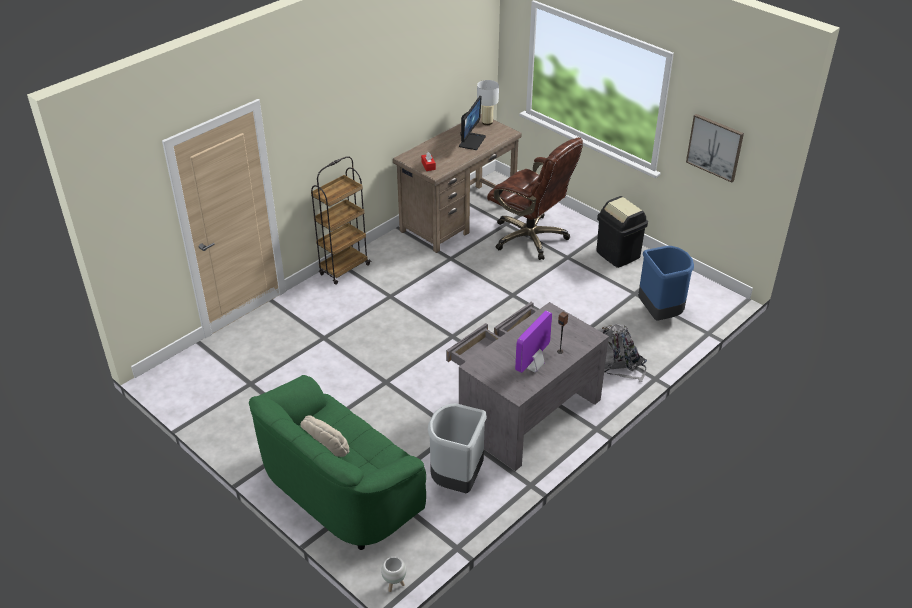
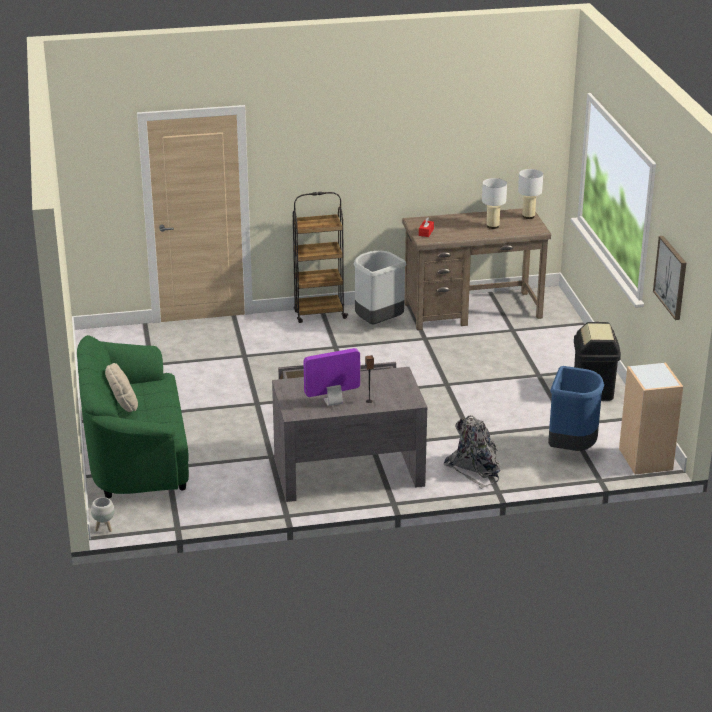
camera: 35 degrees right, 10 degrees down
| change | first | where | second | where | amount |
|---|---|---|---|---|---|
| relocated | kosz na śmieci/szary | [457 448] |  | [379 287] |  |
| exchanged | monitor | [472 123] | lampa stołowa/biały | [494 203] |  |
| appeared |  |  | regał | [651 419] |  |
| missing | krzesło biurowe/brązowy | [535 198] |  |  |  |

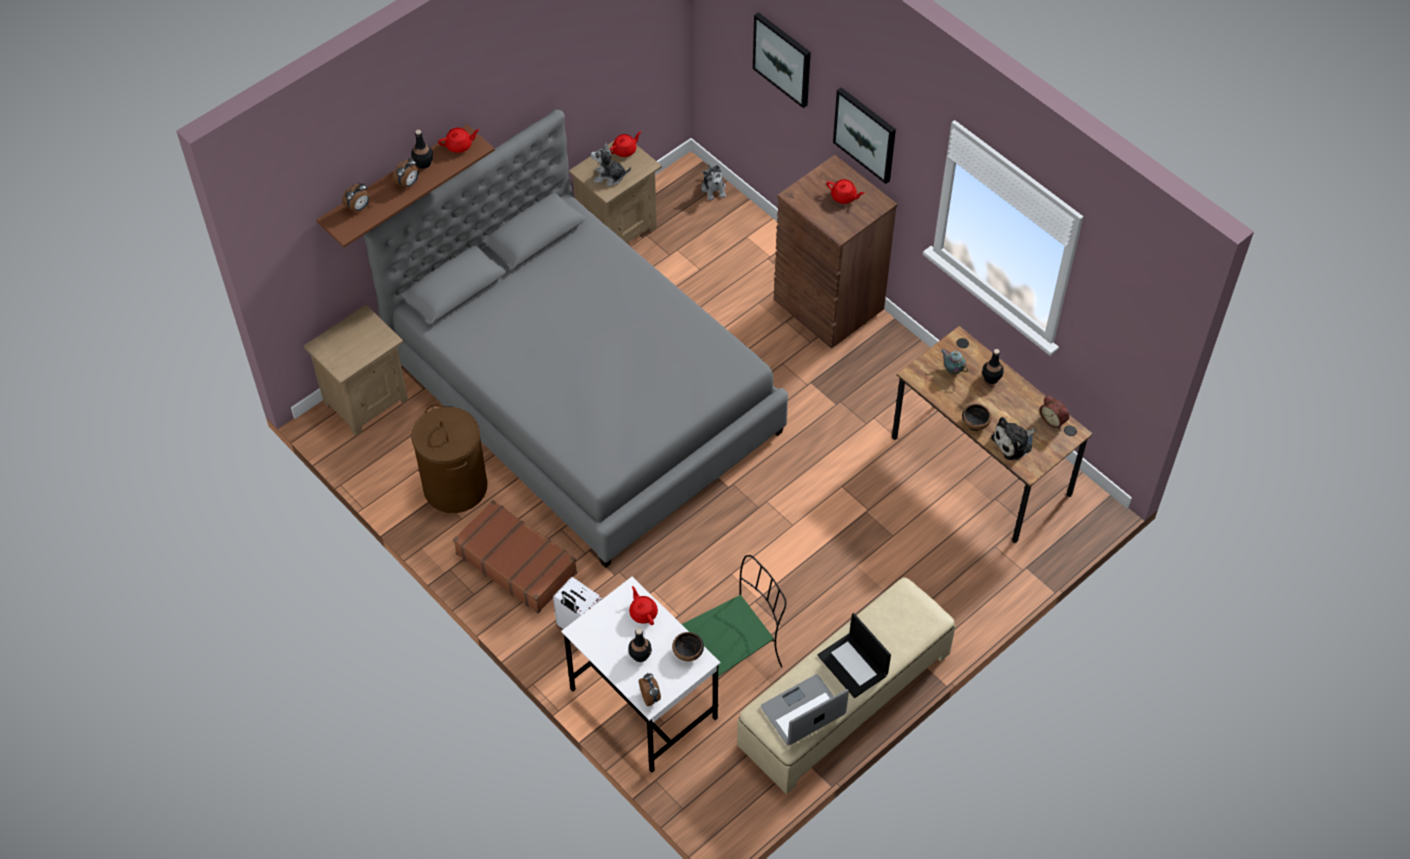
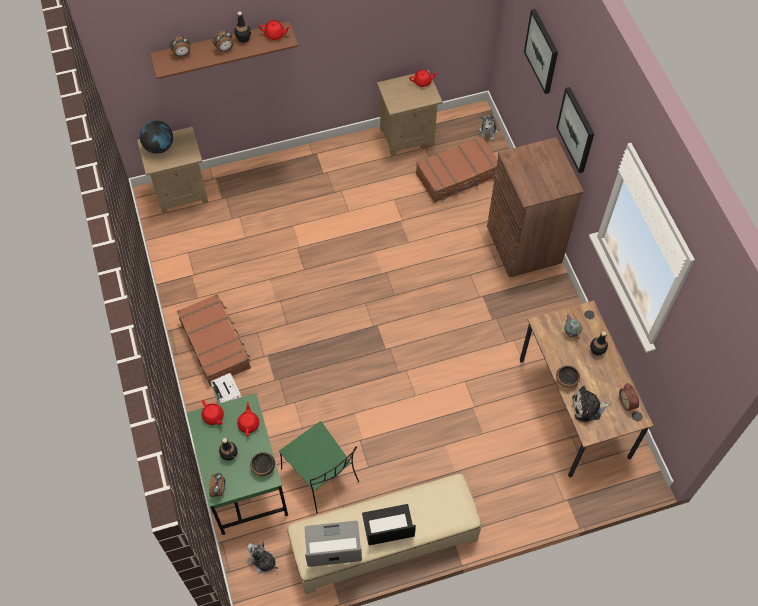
camera: 25 degrees right, 5 degrees up
| change | first | where | second | where | amount |
|---|---|---|---|---|---|
| appeared |  |  | globus | [156 137] |  |
| colour | biurko/biały | [641 674] | biurko/zielony | [237 464] |  |
| relocated | imbryk/czerwony | [845 191] |  | [213 412] |  |
| relocated | pluszak | [611 164] |  | [262 557] |  |
| spun | krzesło/zielony | [734 616] |  | [319 467] | 60 degrees clockwise |
| spun | laptop | [854 655] |  | [389 524] | 90 degrees clockwise |
| appeared |  |  | walizka/brązowy | [457 169] |  |
| missing | łóżko/szary | [576 339] |  |  |  |
| missing | kosz na pranie/brązowy | [449 458] |  |  |  |

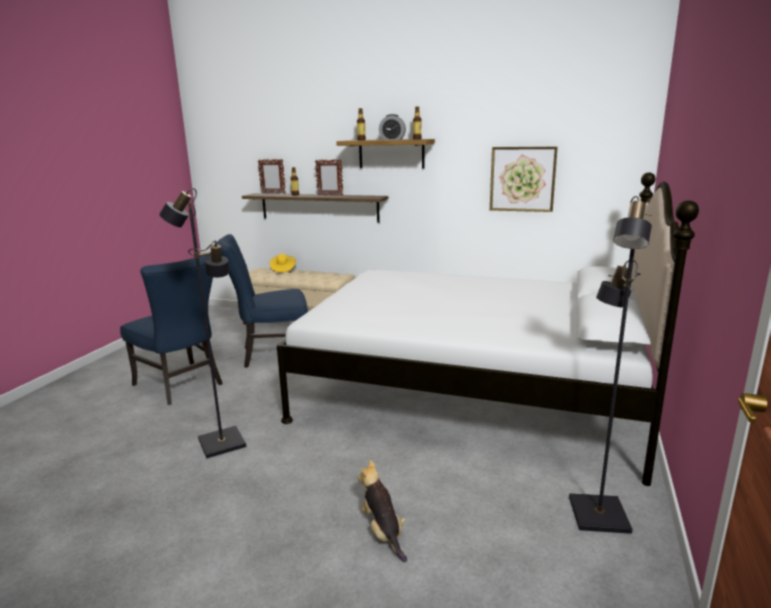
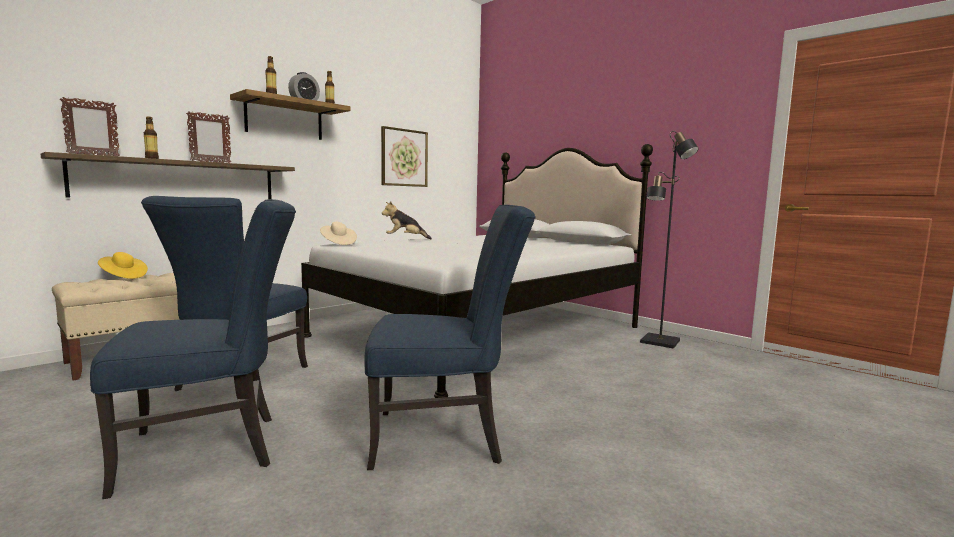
camera: 65 degrees left, 10 degrees down
| change | first | where | second | where | amount |
|---|---|---|---|---|---|
| appeared |  |  | kapelusz/beżowy | [338 233] |  |
| exchanged | lampa stojąca/czarny | [202 323] | krzesło/niebieski | [450 337] |  |
| relocated | pluszak | [382 511] |  | [407 220] |  |

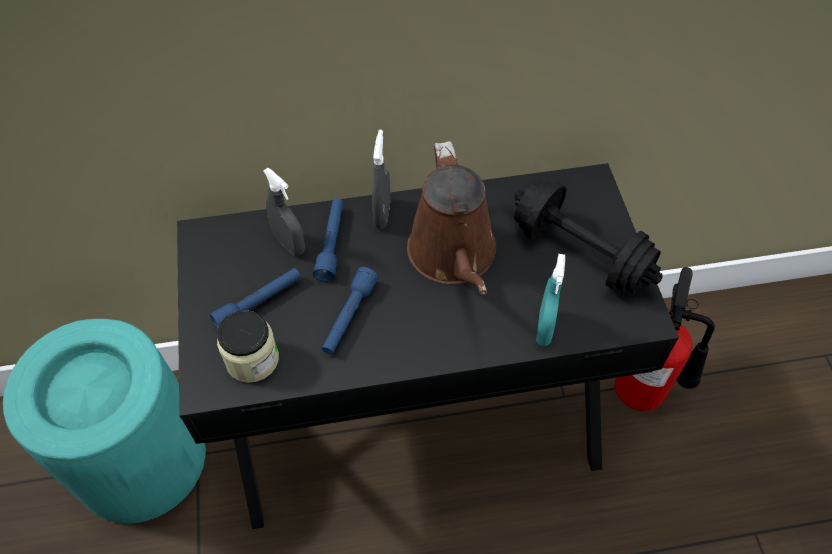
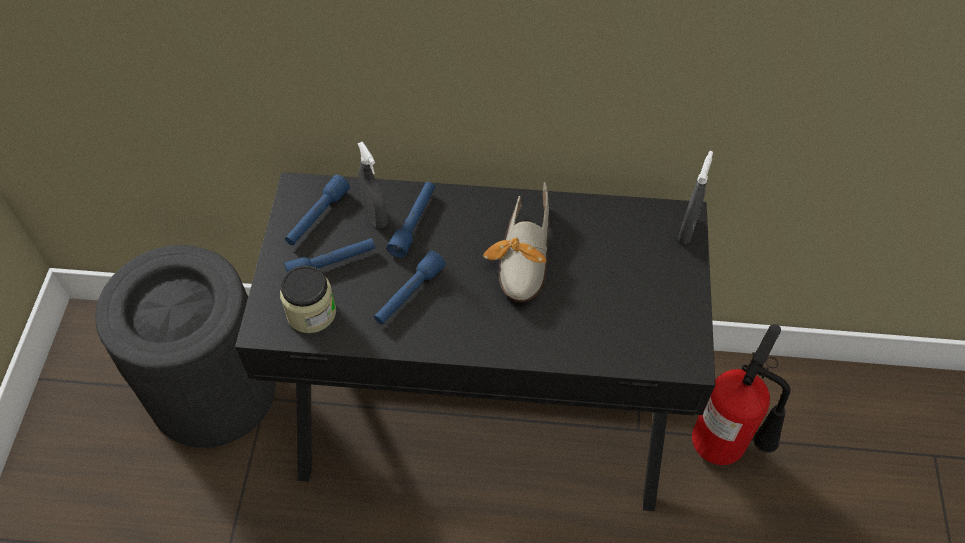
camera: 15 degrees right, 0 degrees up
| change | first | where | second | where | amount |
|---|---|---|---|---|---|
| colour | kosz na śmieci/turkusowy | [104 421] | kosz na śmieci/czarny | [186 346] |  |
| appeared |  |  | latarka/niebieski | [317 210] |  |
| exchanged | konewka/brązowy | [451 218] | but | [516 241] |  |
| relocated | spryskiwacz/szary | [381 179] |  | [695 197] |  |
| missing | hantel/czarny | [588 236] |  |  |  |
| missing | spryskiwacz/turkusowy | [550 300] |  |  |  |

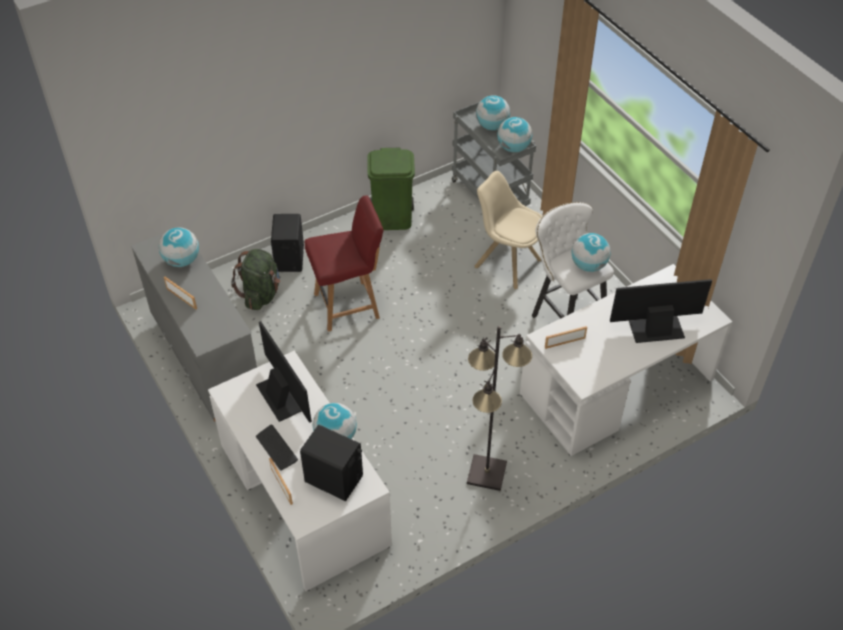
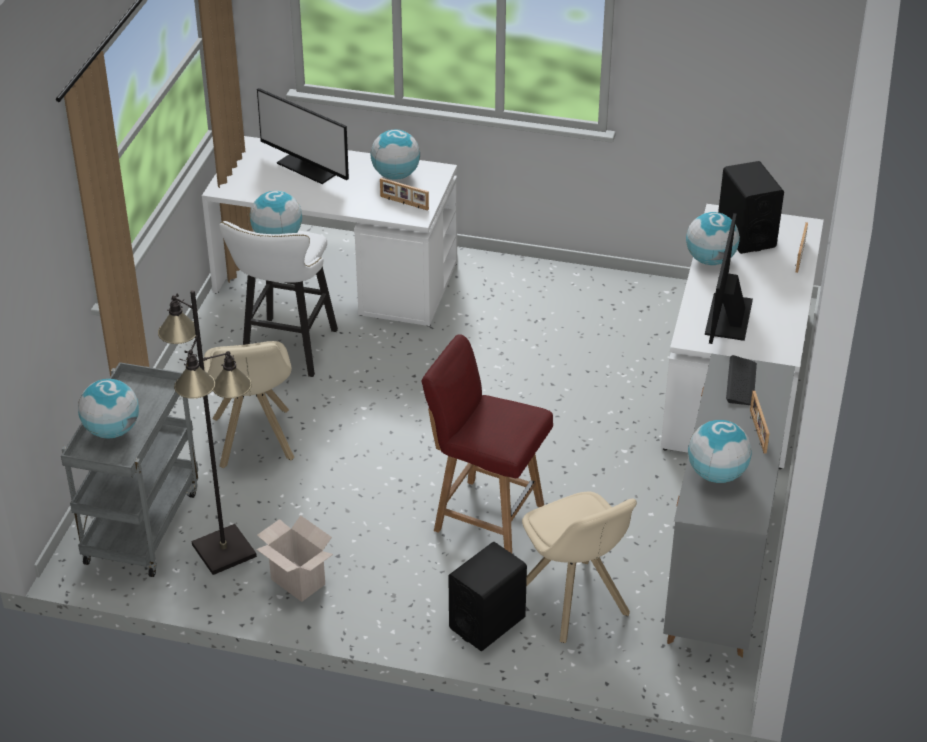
camera: 135 degrees left, 10 degrees down
| change | first | where | second | where | amount |
|---|---|---|---|---|---|
| relocated | lampa stojąca/czarny | [499 408] |  | [207 432] |  |
| exchanged | kosz na śmieci/zielony | [391 189] | karton | [294 558] |  |
| relocated | globus | [514 134] |  | [395 154] |  |
| exchanged | plecak/zielony | [255 279] | krzesło/beżowy | [579 567] |  |
| relocated | klawiatura | [277 448] |  | [741 380] |  |

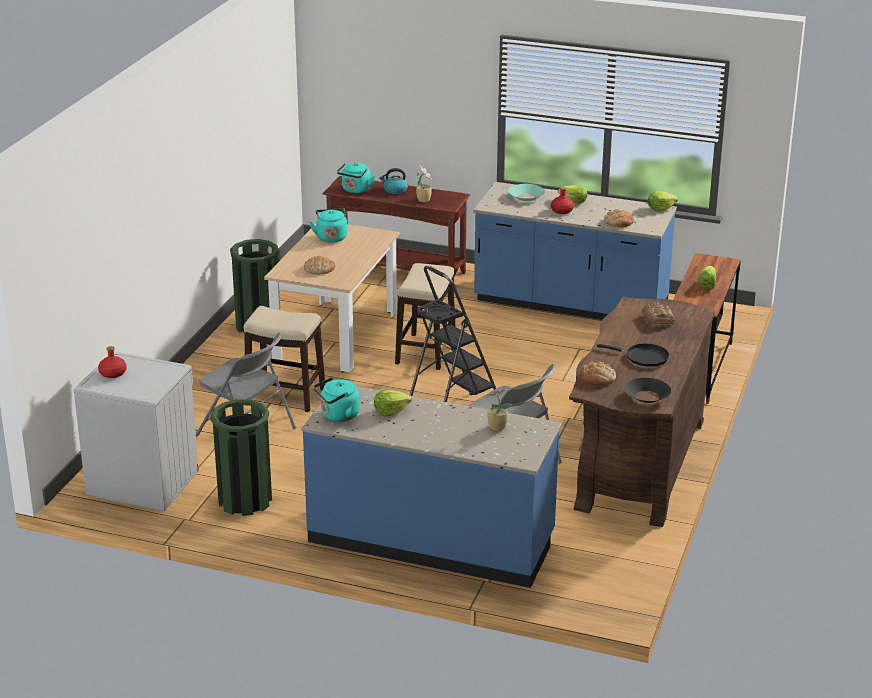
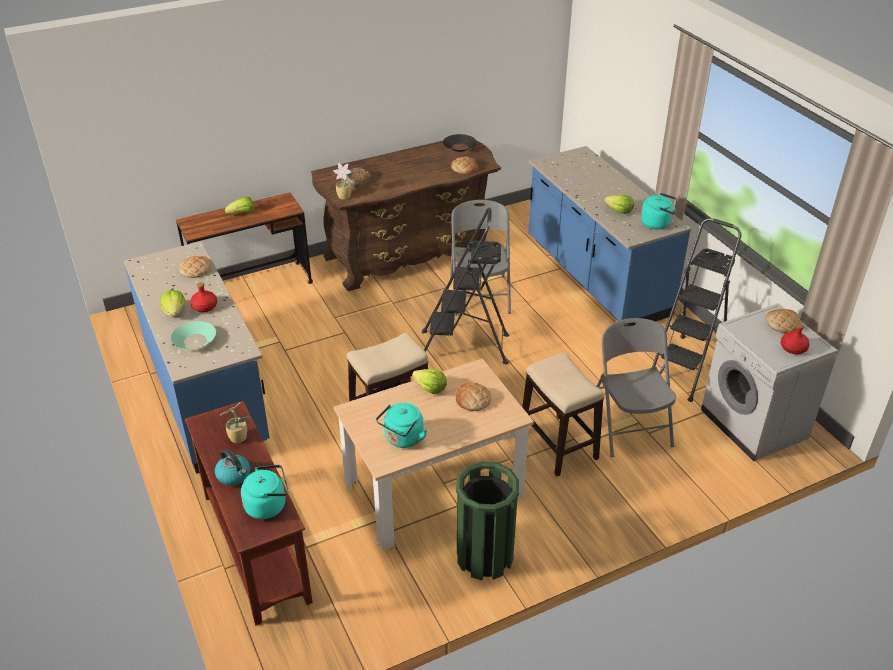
camera: 135 degrees left, 10 degrees up
| change | first | where | second | where | amount |
|---|---|---|---|---|---|
| relocated | roślina doniczkowa | [498 409] |  | [343 181] |  |
| relocated | sałata | [663 201] |  | [429 381] |  |
| exchanged | kosz na śmieci/zielony | [241 457] | drabinka | [697 310] |  |
| appeared |  |  | chleb | [783 321] |  |
| missing | patelnia/czarny | [633 355] |  |  |  |

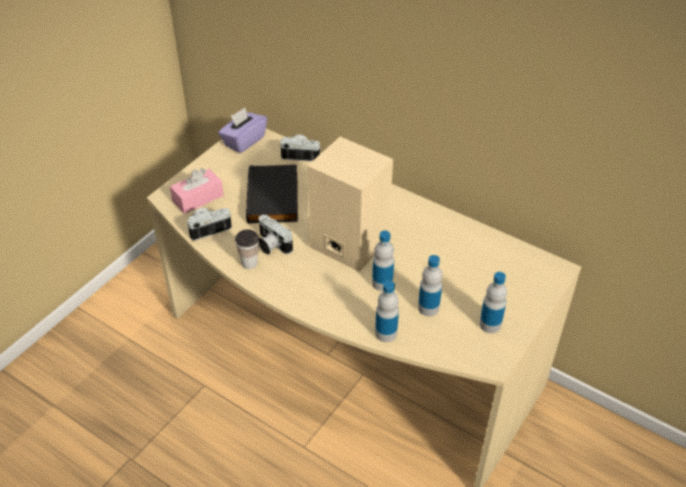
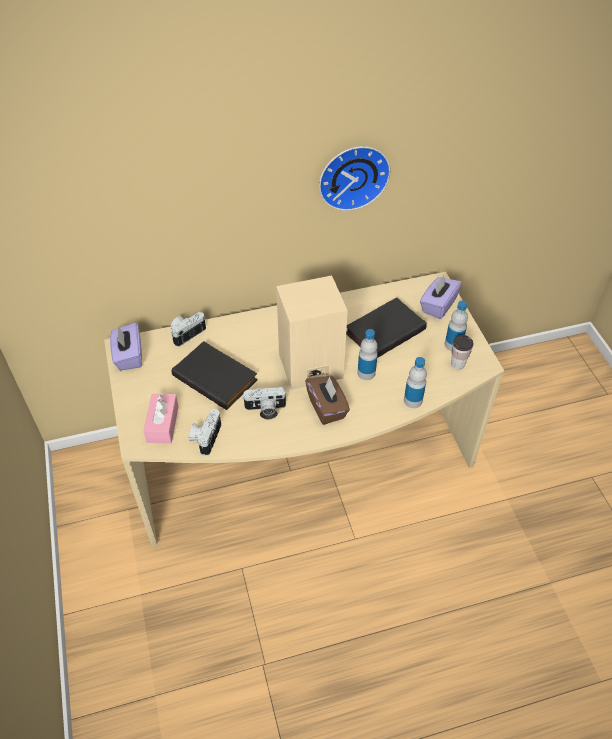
camera: 50 degrees left, 5 degrees up
| change | first | where | second | where | amount |
|---|---|---|---|---|---|
| appeared |  |  | pudełko chusteczek/brązowy | [327 400] |  |
| appeared |  |  | zegar ścienny | [355 178] |  |
| appeared |  |  | książka/czarny | [386 327] |  |
| appeared |  |  | pudełko chusteczek/fioletowy | [441 297] |  |
| relocated | filiżanka | [247 249] |  | [462 352] |  |
| missing | butelka | [430 285] |  |  |  |

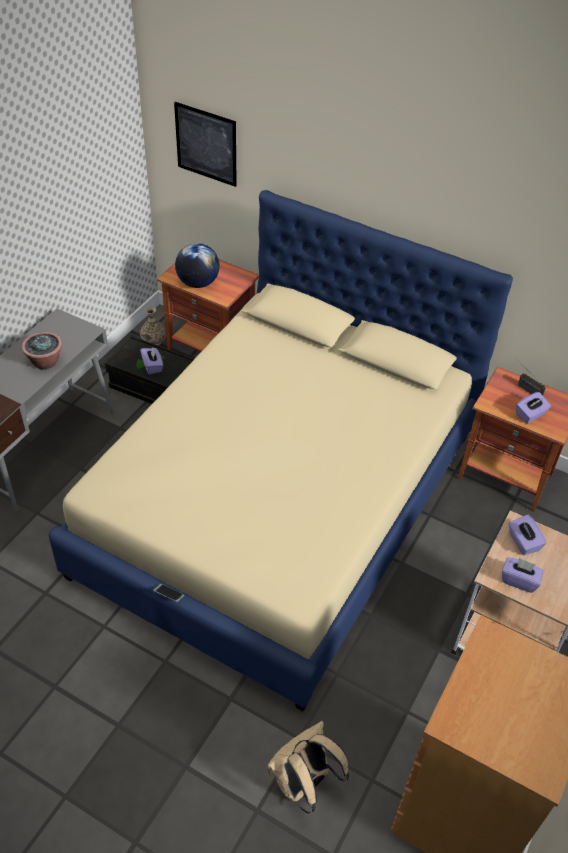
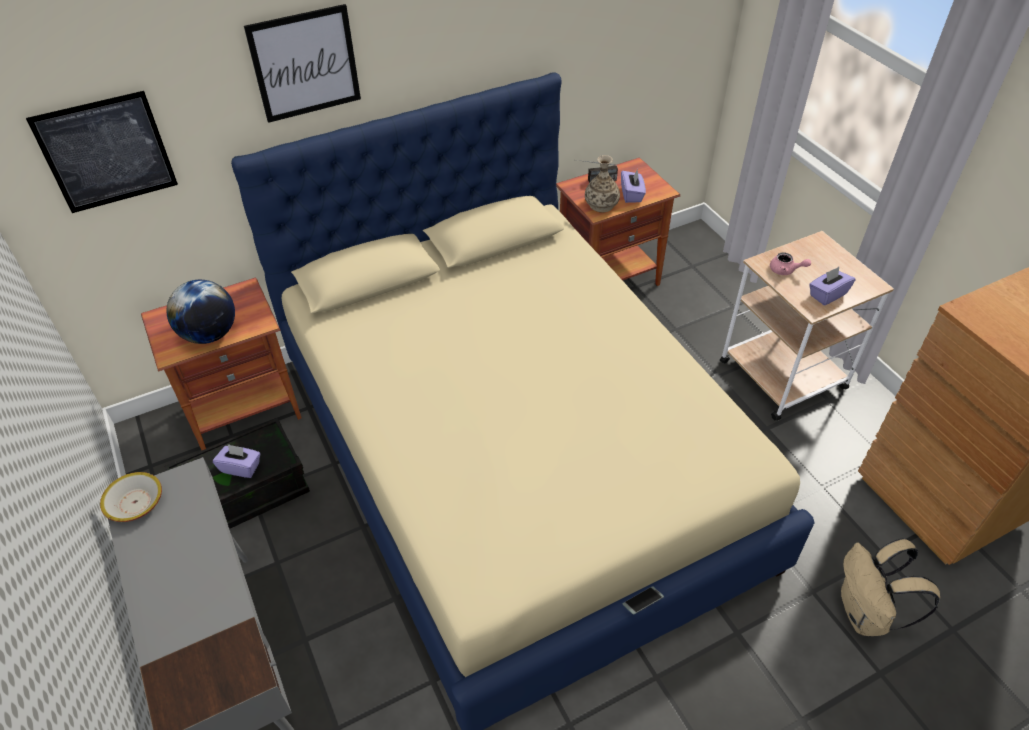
camera: 55 degrees left, 0 degrees up
| change | first | where | second | where | amount |
|---|---|---|---|---|---|
| appeared |  |  | miska | [131 497] |  |
| appeared |  |  | obraz | [302 63] |  |
| relocated | wazon | [153 325] |  | [602 184] |  |
| exchanged | pudełko chusteczek/fioletowy | [527 535] | imbryk/różowy | [790 263] |  |
| missing | roślina doniczkowa | [41 351] |  |  |  |

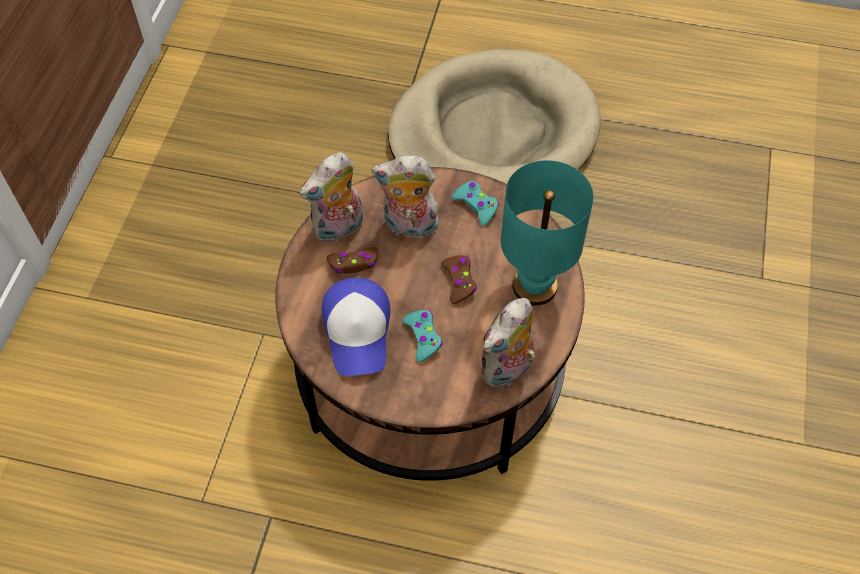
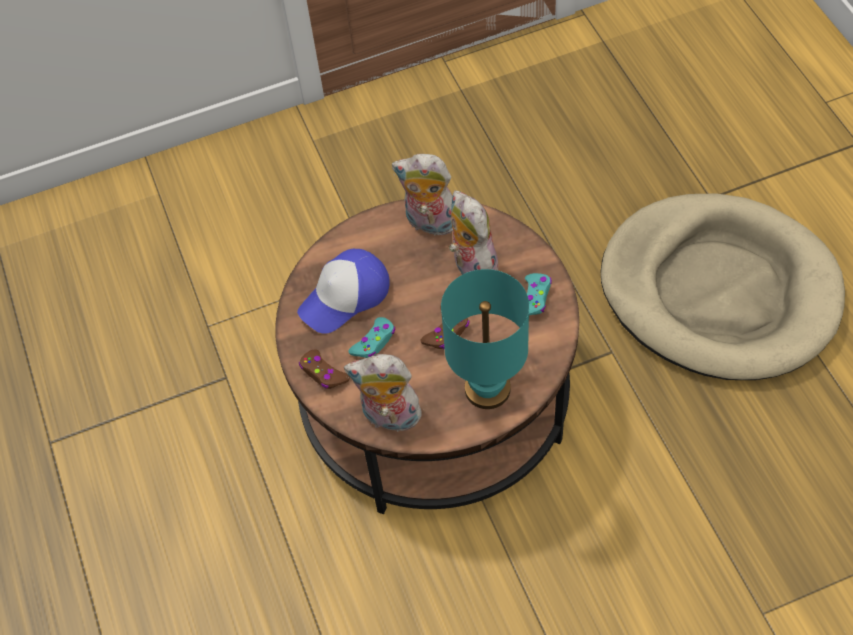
camera: 60 degrees right, 0 degrees up
| change | first | where | second | where | amount |
|---|---|---|---|---|---|
| relocated | pad do gier/brązowy | [352 260] |  | [324 369] |  |

